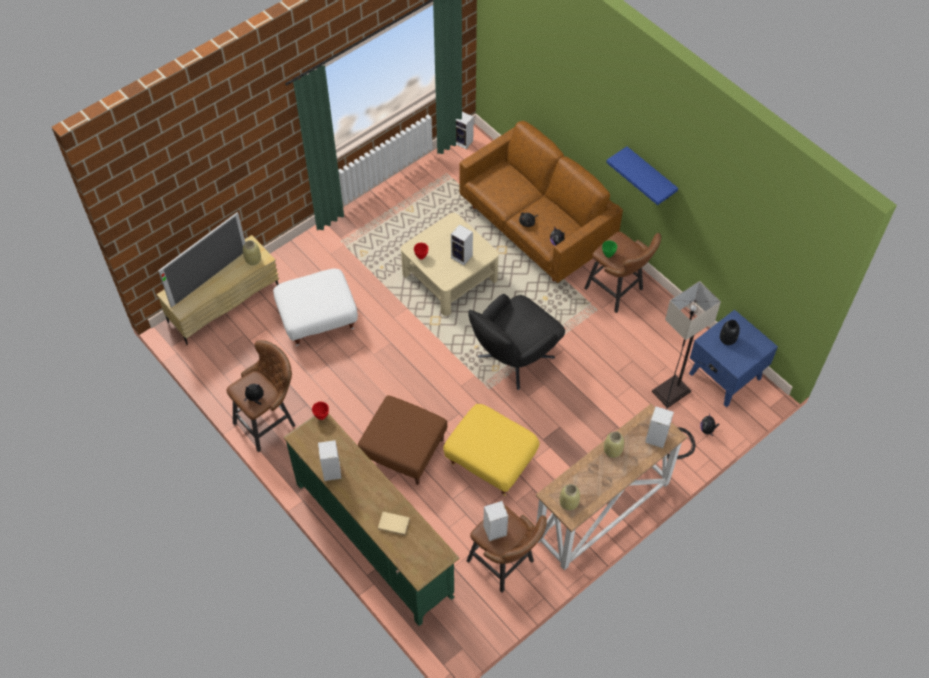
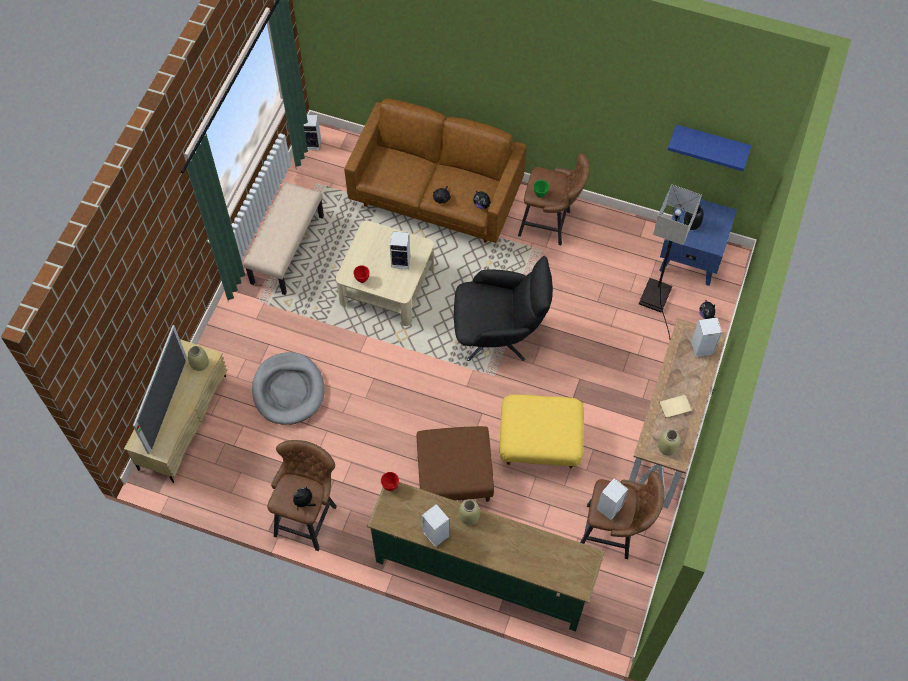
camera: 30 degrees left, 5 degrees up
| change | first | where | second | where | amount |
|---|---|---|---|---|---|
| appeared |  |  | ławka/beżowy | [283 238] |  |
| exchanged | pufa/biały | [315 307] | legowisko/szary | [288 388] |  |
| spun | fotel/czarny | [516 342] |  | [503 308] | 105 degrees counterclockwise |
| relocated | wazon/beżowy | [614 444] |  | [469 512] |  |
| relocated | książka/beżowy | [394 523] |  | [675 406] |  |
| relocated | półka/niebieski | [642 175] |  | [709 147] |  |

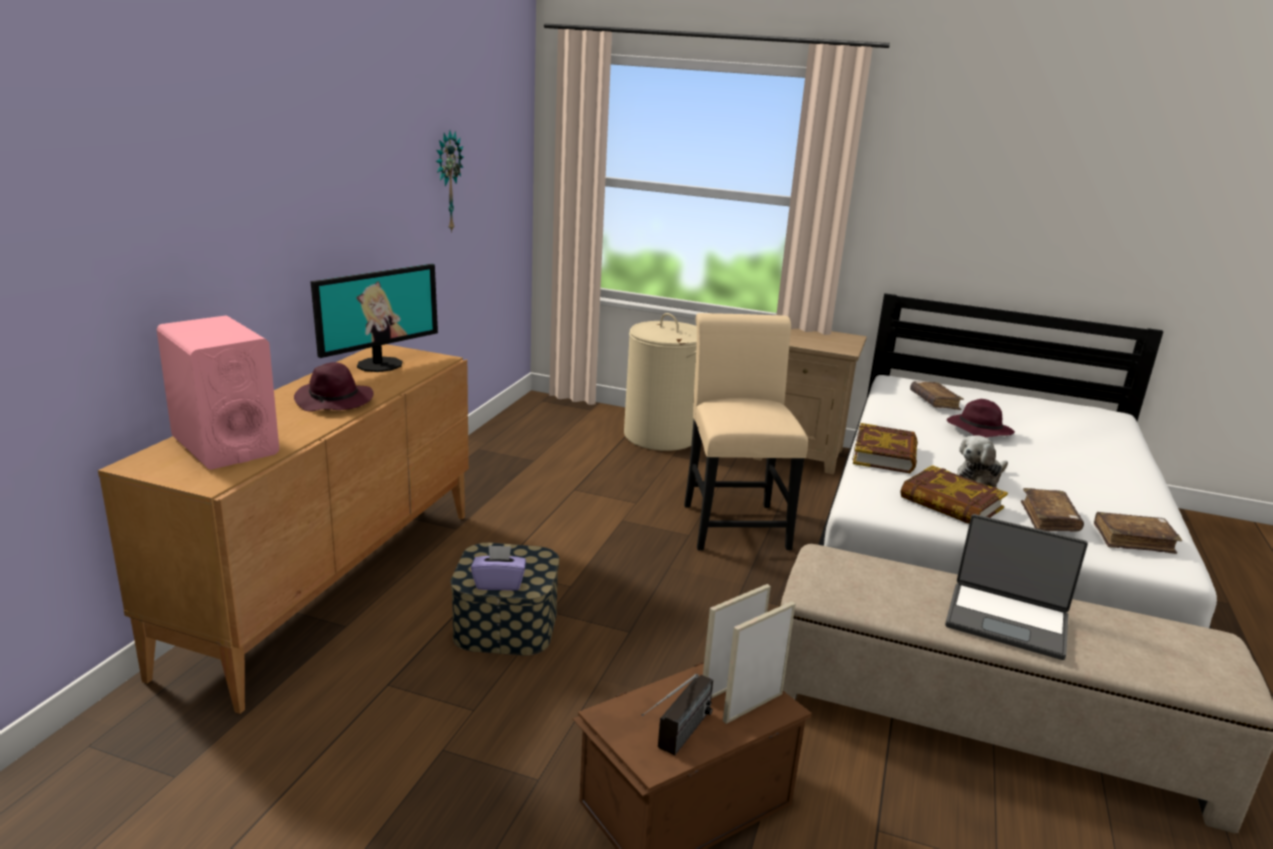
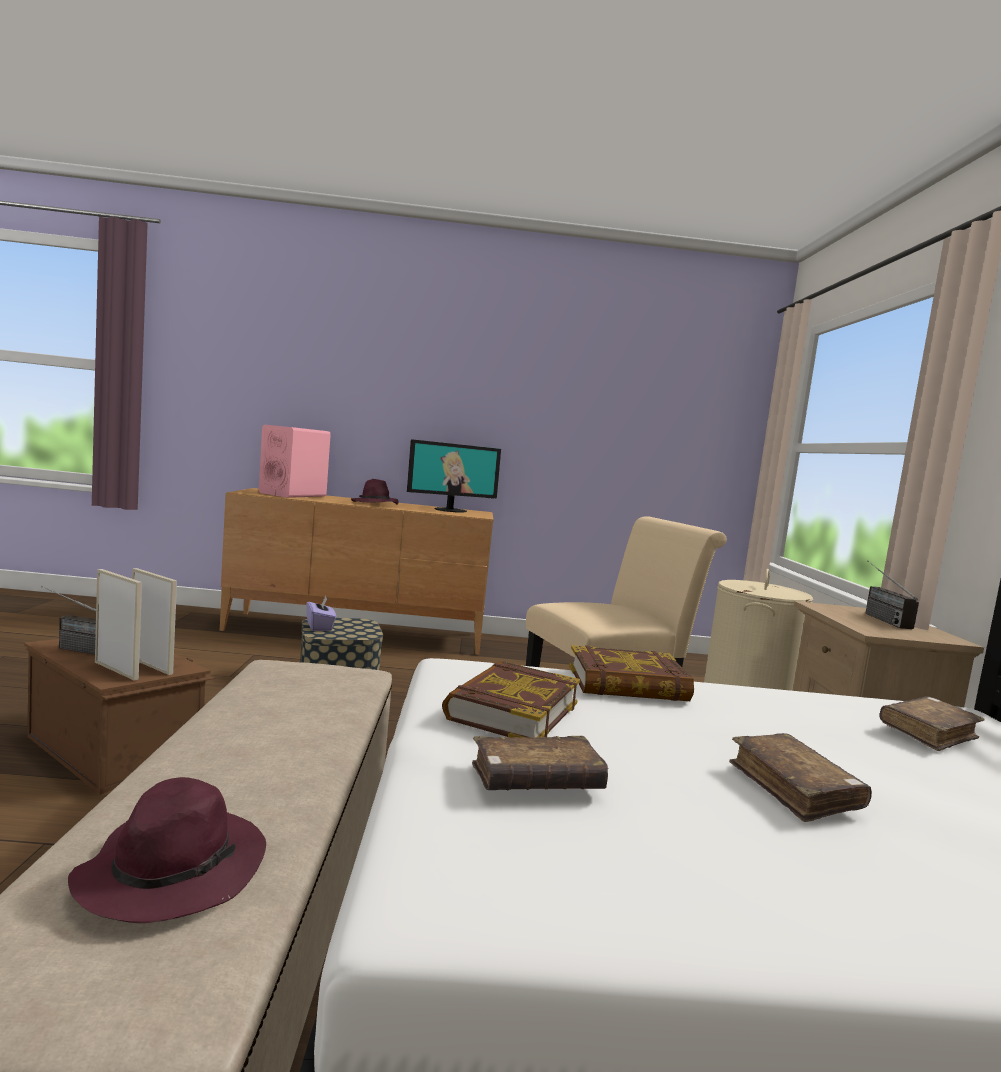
camera: 70 degrees right, 15 degrees down
| change | first | where | second | where | amount |
|---|---|---|---|---|---|
| relocated | kapelusz/fioletowy | [981 418] |  | [167 850] |  |
| spun | monitor | [374 318] |  | [454 476] | 45 degrees counterclockwise |
| relocated | książka/brązowy | [1138 533] |  | [800 777] |  |
| appeared |  |  | radio | [892 595] |  |
| missing | zegar ścienny | [450 181] |  |  |  |
| missing | laptop | [1016 587] |  |  |  |
| missing | pluszak | [982 461] |  |  |  |

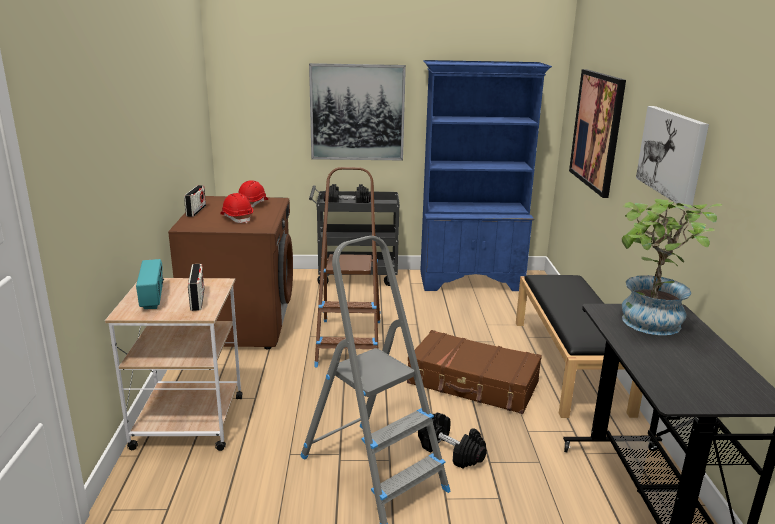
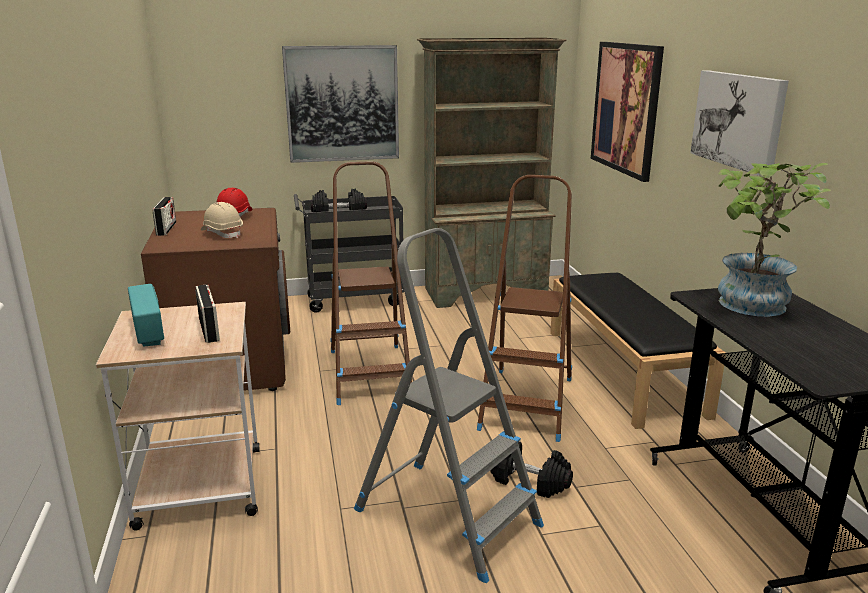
camera: 10 degrees left, 0 degrees up
| change | first | where | second | where | amount |
|---|---|---|---|---|---|
| colour | kask/czerwony | [236 208] | kask/beżowy | [222 220] |  |
| colour | regał/niebieski | [486 175] | regał/zielony | [492 173] |  |
| exchanged | walizka/brązowy | [474 372] | drabinka/brązowy | [524 308] |  |

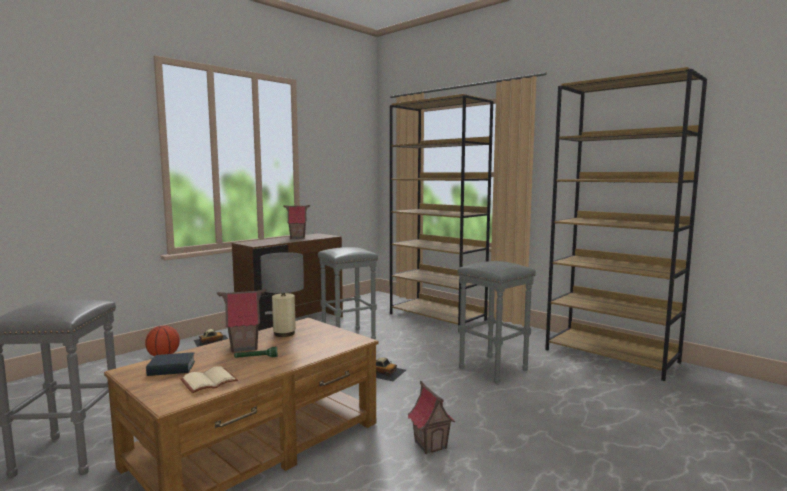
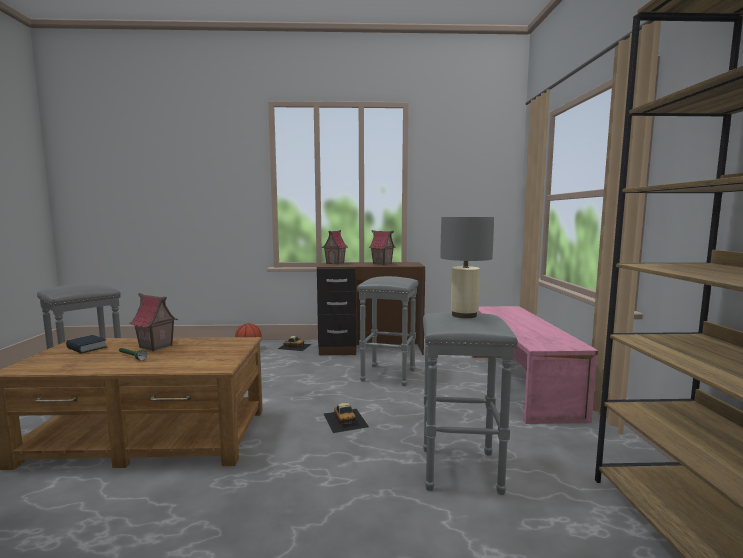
camera: 45 degrees right, 0 degrees up
| change | first | where | second | where | amount |
|---|---|---|---|---|---|
| relocated | domek | [431 417] |  | [335 247] |  |
| relocated | lampa stołowa/szary | [282 294] |  | [467 267] |  |
| exchanged | regał/brązowy | [441 210] | ławka/różowy | [534 365] |  |
| missing | książka/beżowy | [209 379] |  |  |  |

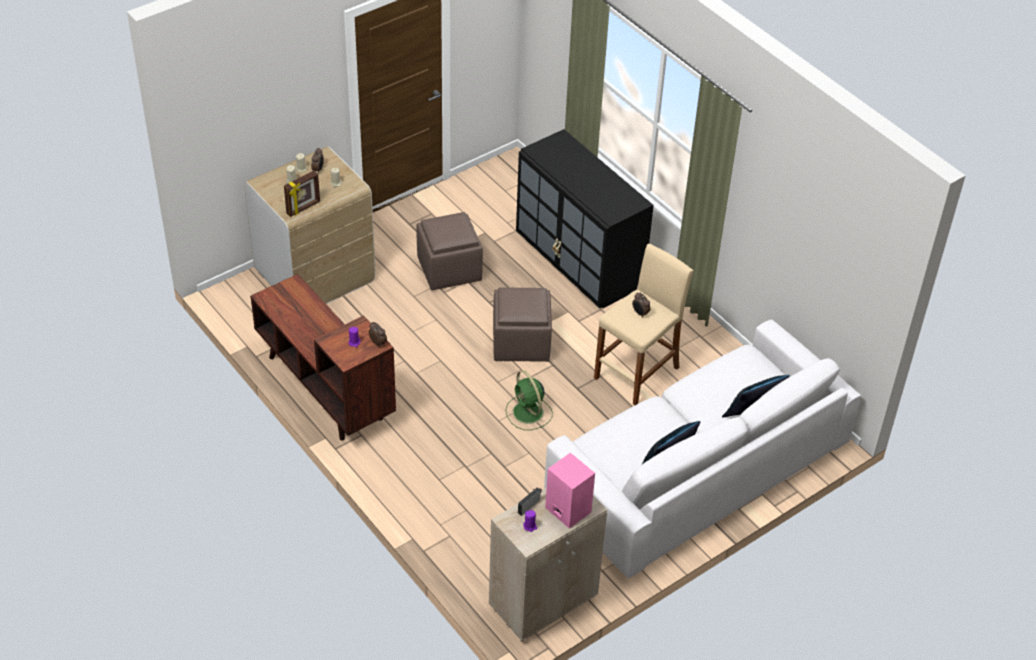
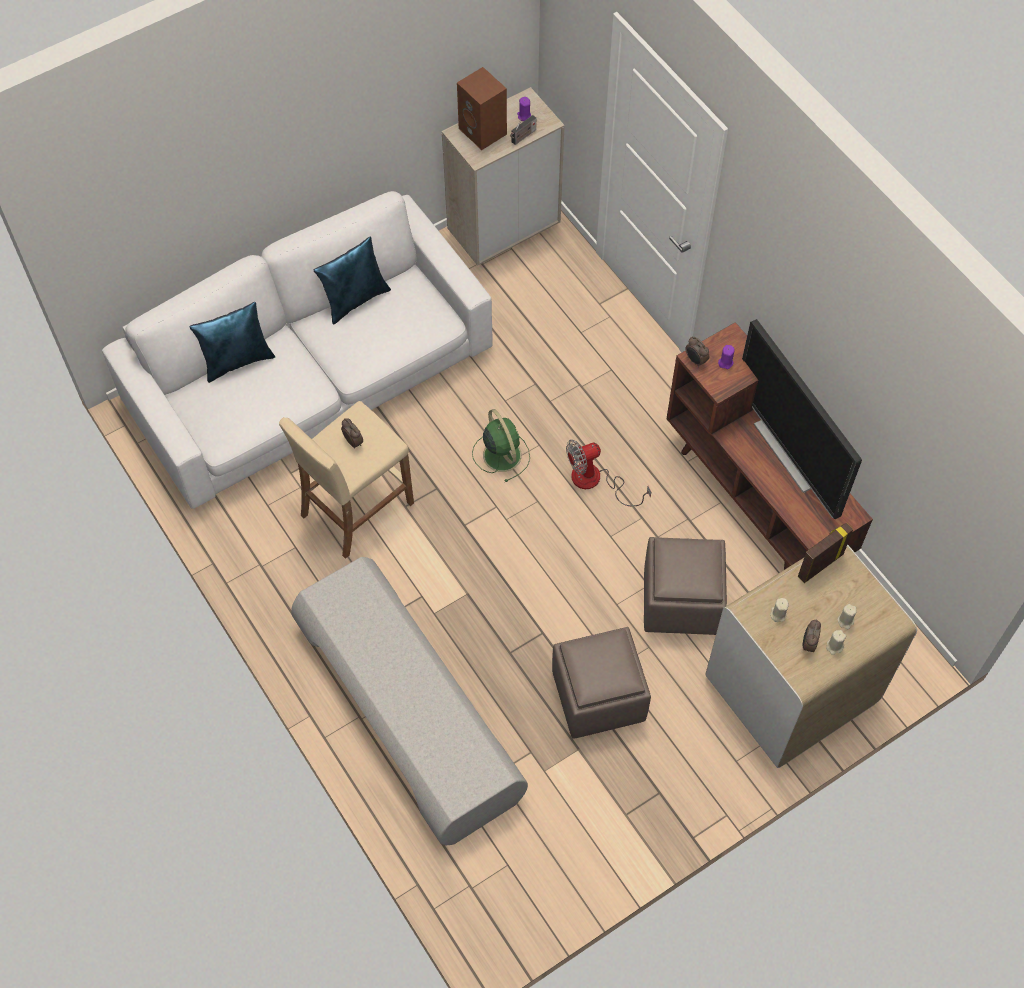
camera: 175 degrees left, 15 degrees up
| change | first | where | second | where | amount |
|---|---|---|---|---|---|
| exchanged | szafka/czarny | [585 219] | ławka/szary | [409 701] |  |
| colour | głośnik/różowy | [570 490] | głośnik/brązowy | [482 108] |  |
| appeared |  |  | wentylator | [608 472] |  |
| relocated | pufa/brązowy | [522 325] |  | [685 586] |  |
| appeared |  |  | telewizor | [802 419] |  |

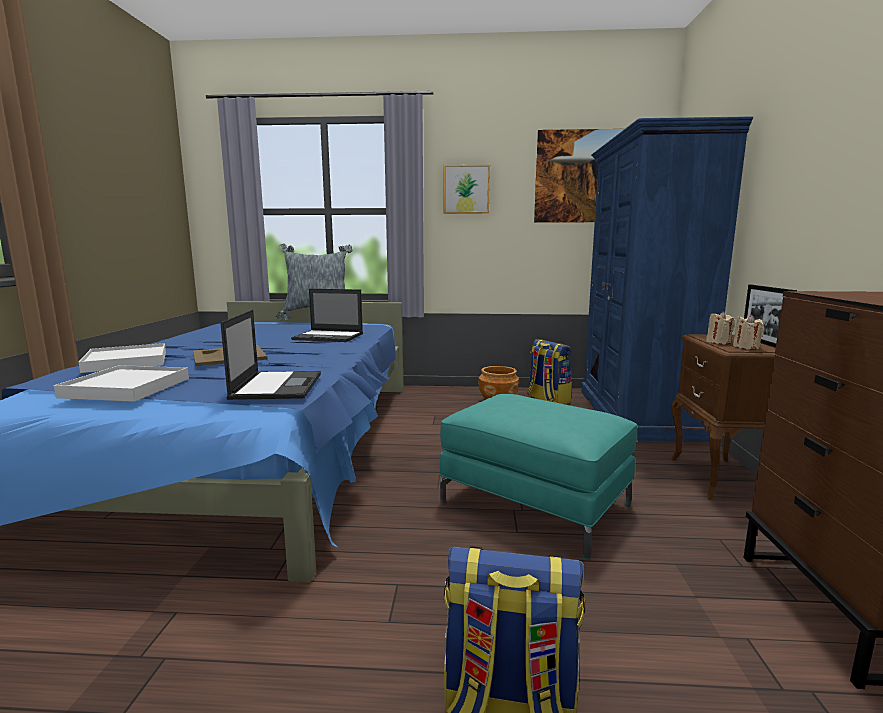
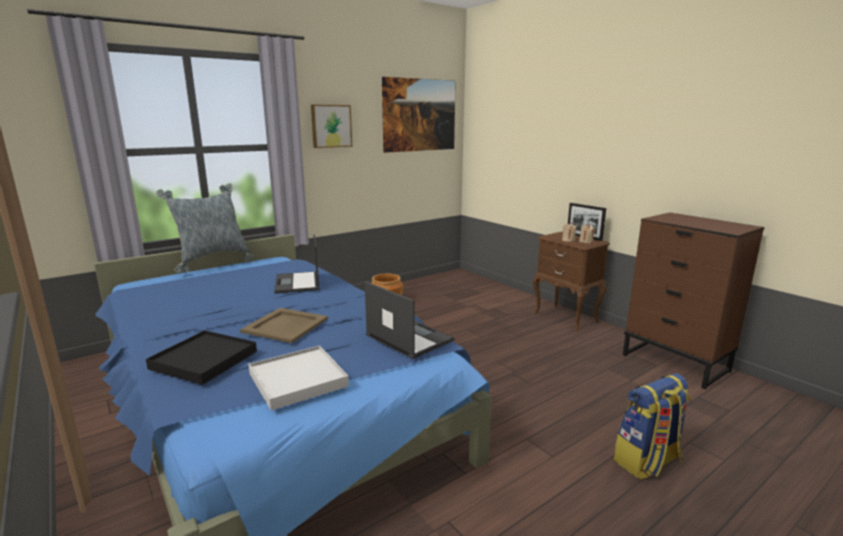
camera: 40 degrees left, 5 degrees up
| change | first | where | second | where | amount |
|---|---|---|---|---|---|
| colour | taca/biały | [122 358] | taca/czarny | [201 357] |  |
| spun | laptop | [327 315] |  | [297 263] | 105 degrees clockwise |
| missing | pufa/turkusowy | [538 476] |  |  |  |
| missing | plecak | [550 371] |  |  |  |
| missing | szafa/niebieski | [667 279] |  |  |  |

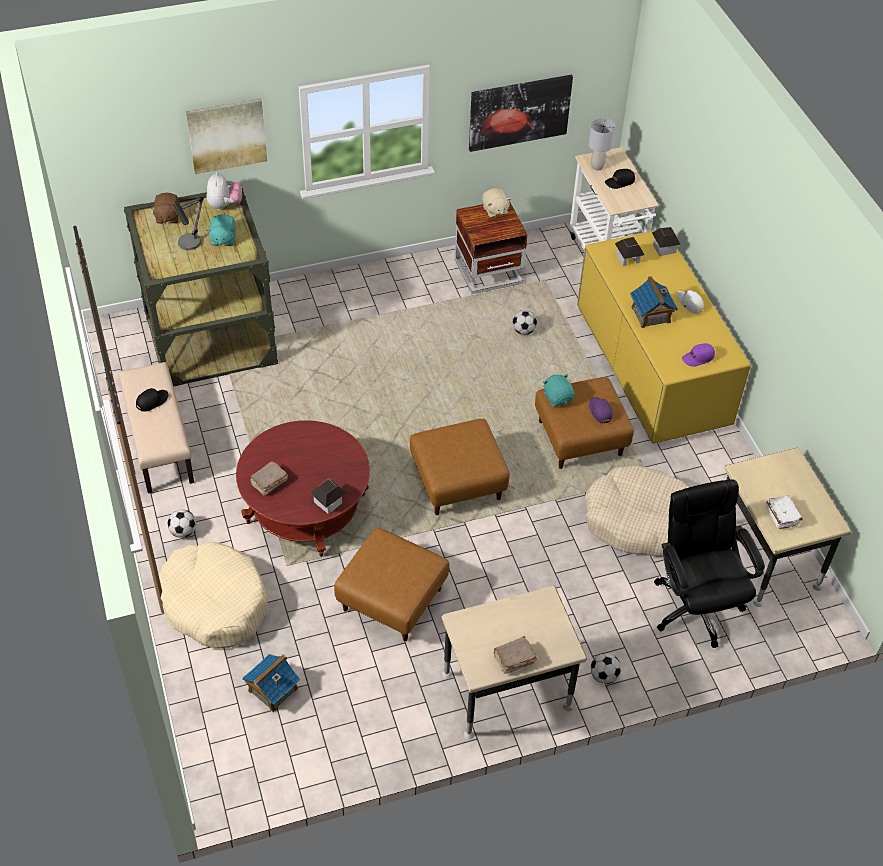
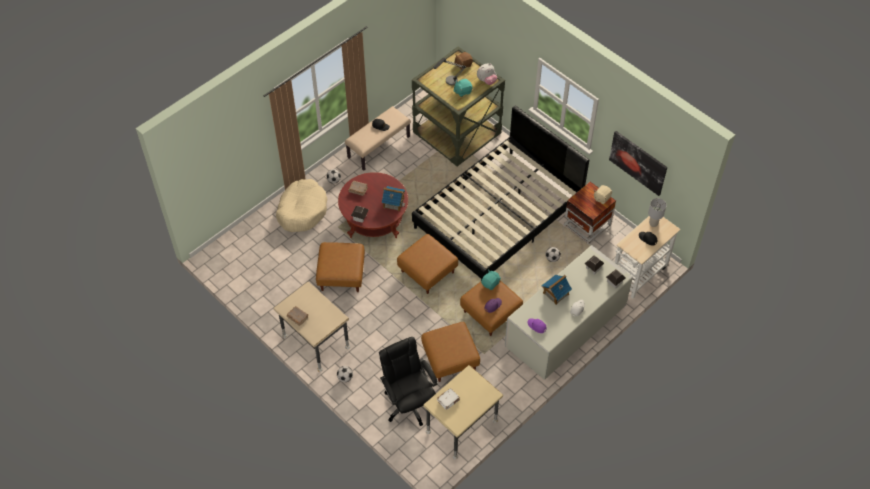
camera: 65 degrees right, 5 degrees up
| change | first | where | second | where | amount |
|---|---|---|---|---|---|
| spun | krzesło biurowe/czarny | [709 564] |  | [408 381] | 75 degrees counterclockwise |
| relocated | domek | [271 683] |  | [393 198] |  |
| appeared |  |  | łóżko/czarny | [500 192] |  |
| exchanged | legowisko/beżowy | [637 511] | pufa/brązowy | [450 352] |  |
| colour | komoda/żółty | [664 337] | komoda/biały | [569 312] |  |
| missing | obraz | [226 136] |  |  |  |

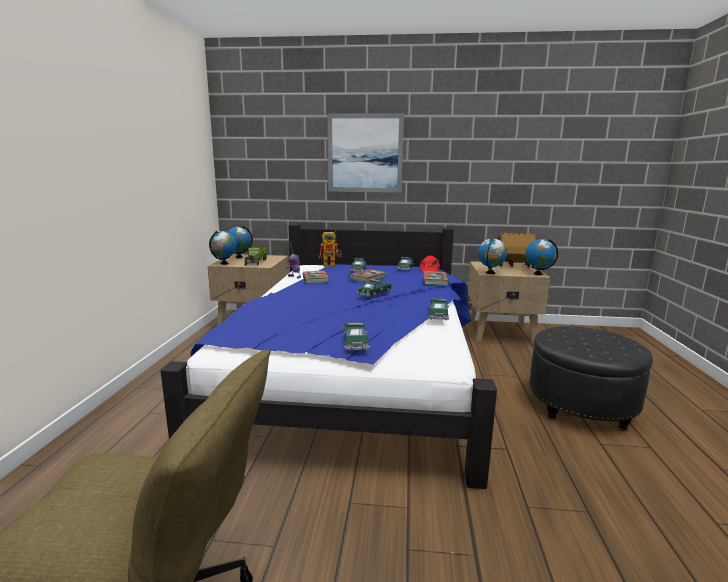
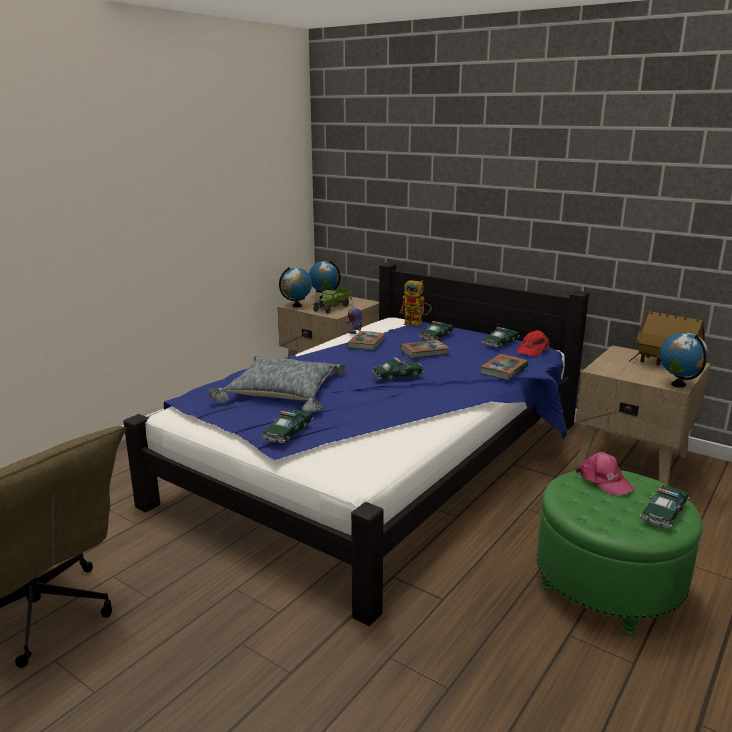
camera: 30 degrees right, 5 degrees up
| change | first | where | second | where | amount |
|---|---|---|---|---|---|
| appeared |  |  | poduszka | [277 384] |  |
| colour | pufa/czarny | [591 378] | pufa/zielony | [620 552] |  |
| appeared |  |  | czapka z daszkiem/różowy | [605 473] |  |
| relocated | samochodzik | [438 309] |  | [665 507] |  |
| missing | obraz | [365 153] |  |  |  |
| missing | globus | [492 256] |  |  |  |

